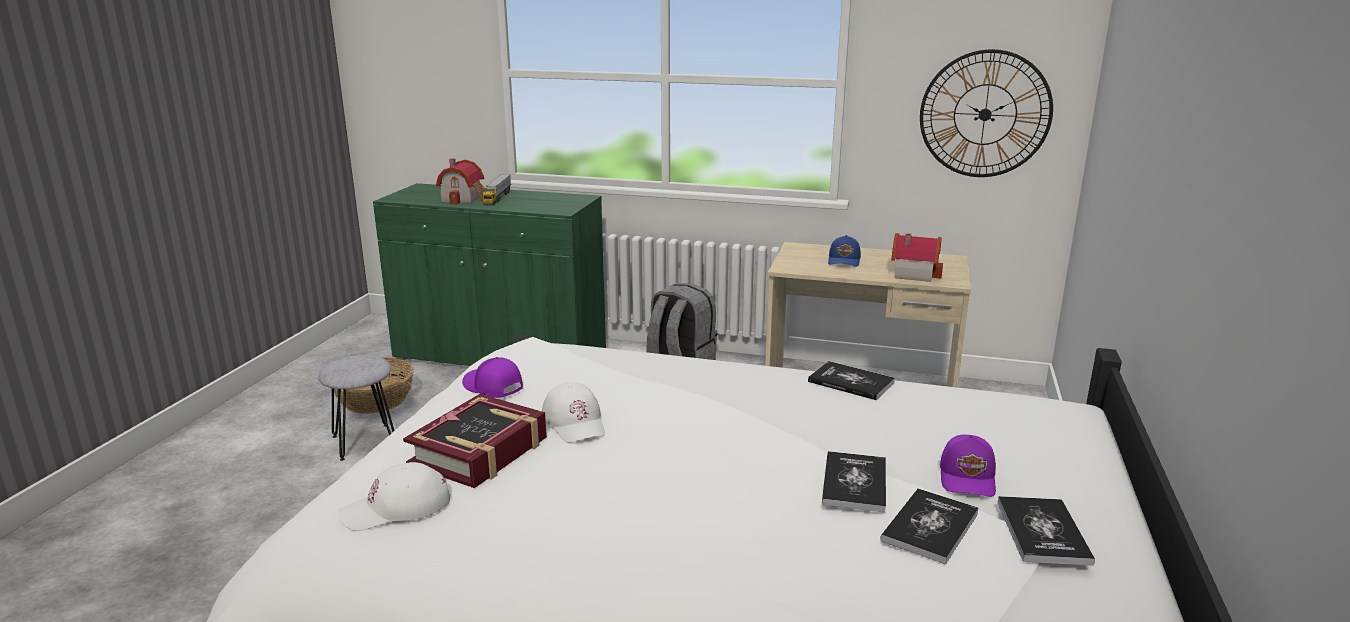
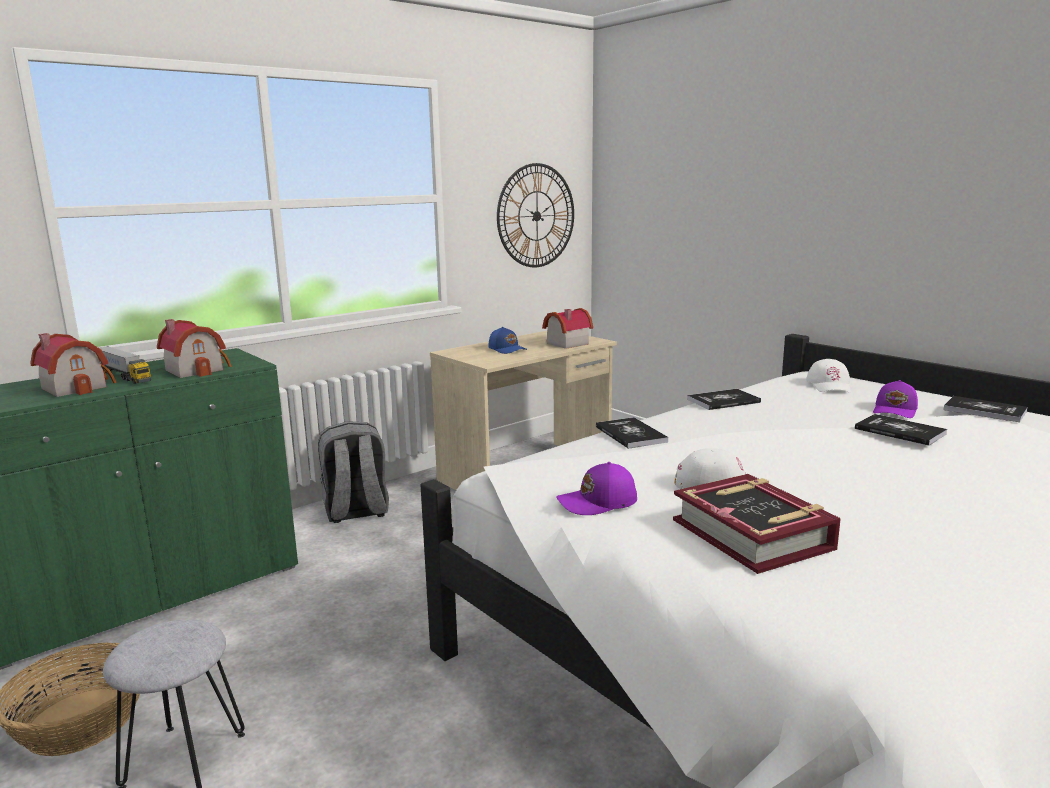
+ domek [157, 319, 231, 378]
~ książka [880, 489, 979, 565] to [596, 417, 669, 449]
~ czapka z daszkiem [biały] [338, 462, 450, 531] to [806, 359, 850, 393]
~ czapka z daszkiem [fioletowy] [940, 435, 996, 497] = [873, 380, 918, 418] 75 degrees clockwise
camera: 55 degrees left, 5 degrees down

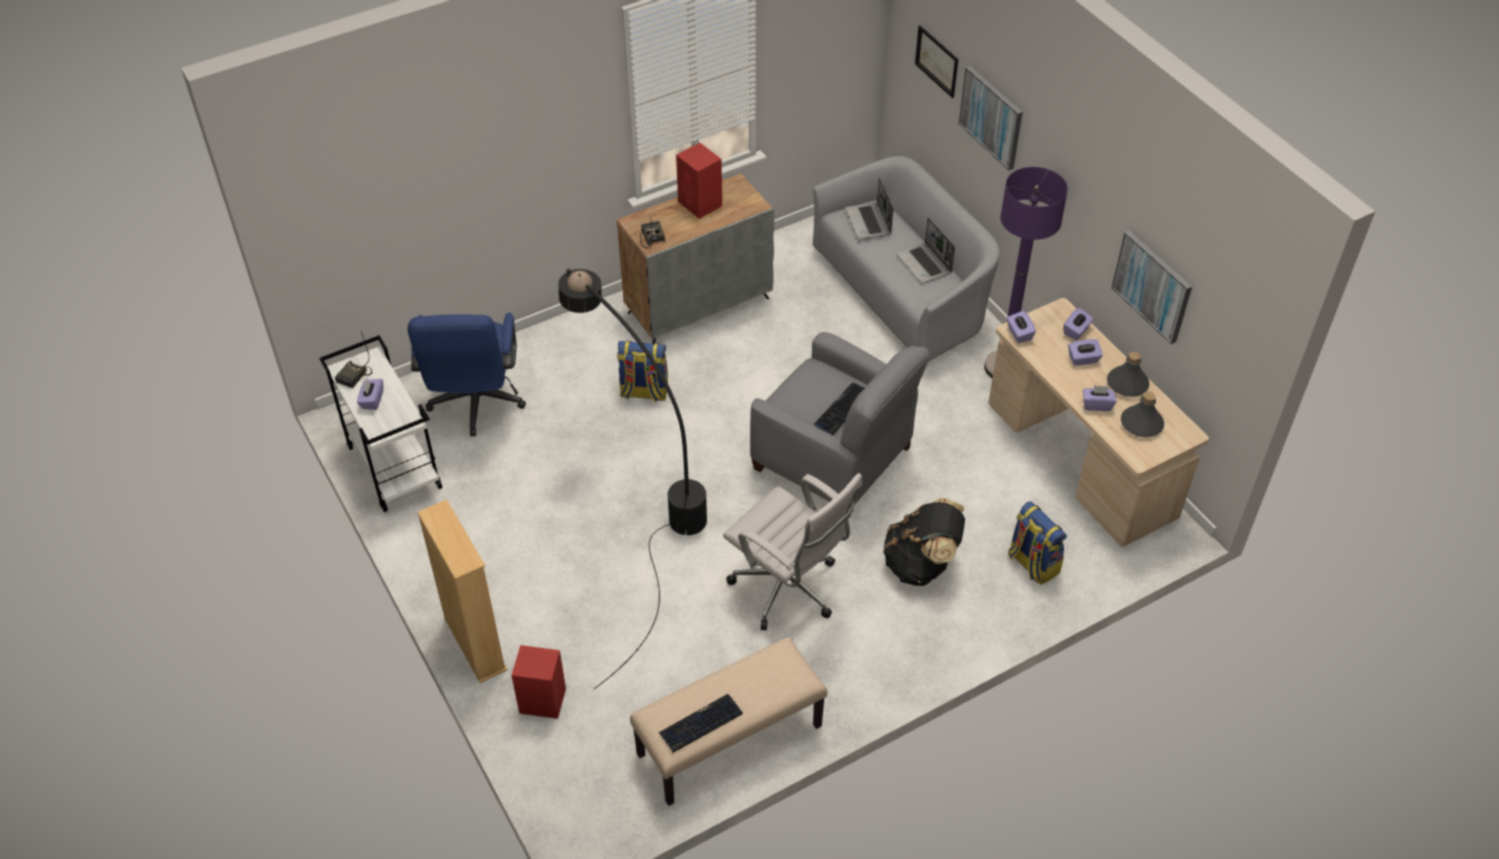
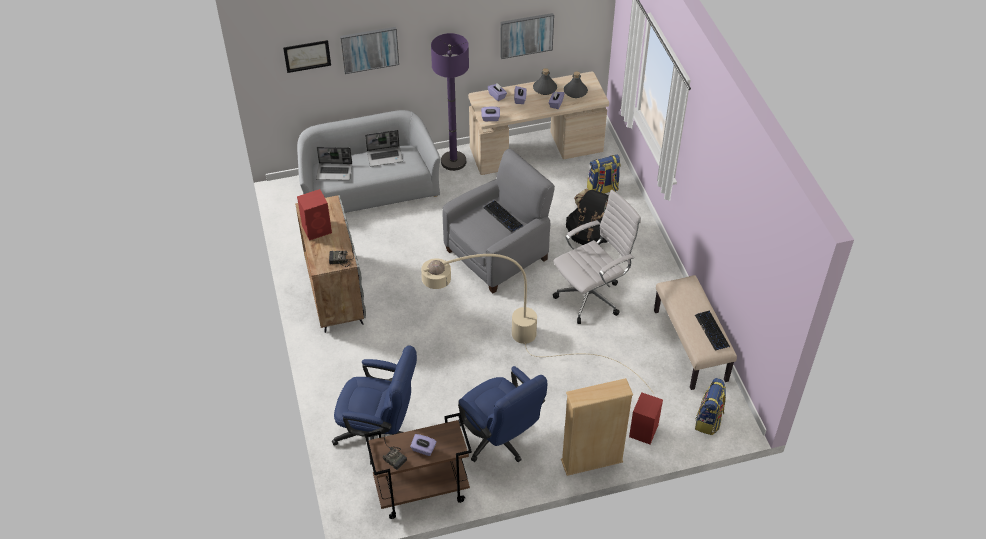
~ wózek [biały] [319, 335, 442, 512] to wózek [brązowy] [365, 413, 472, 519]
~ lampa stojąca [czarny] [558, 268, 707, 689] to lampa stojąca [beżowy] [421, 254, 654, 394]
+ krzesło biurowe [niebieski] [458, 366, 547, 462]
~ plecak [617, 341, 668, 402] to [695, 378, 726, 435]
camera: 75 degrees left, 0 degrees up

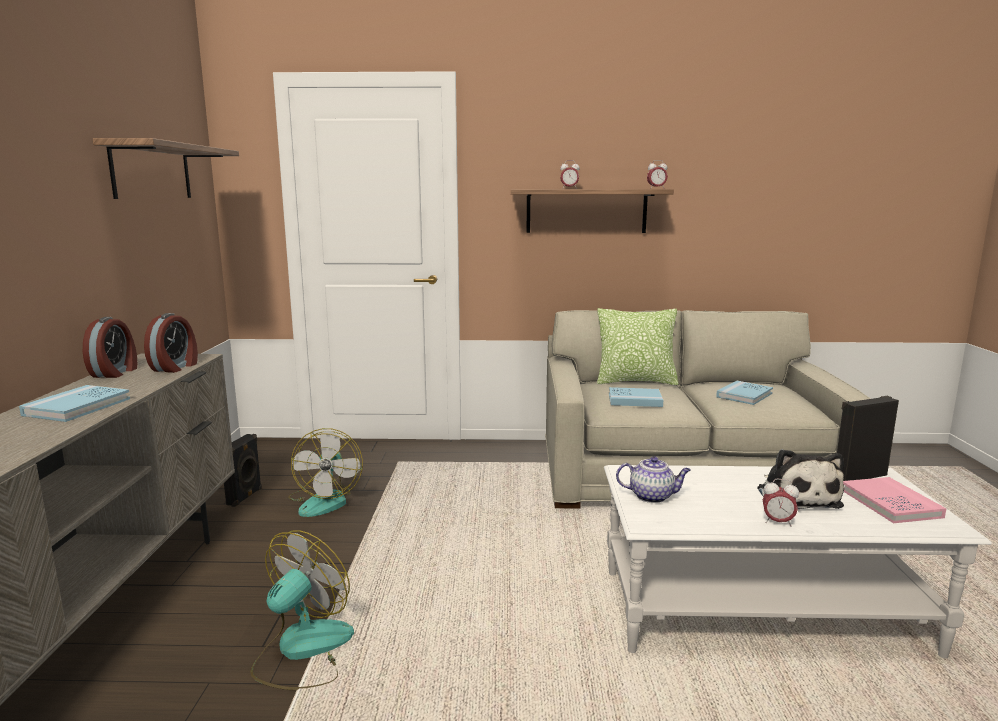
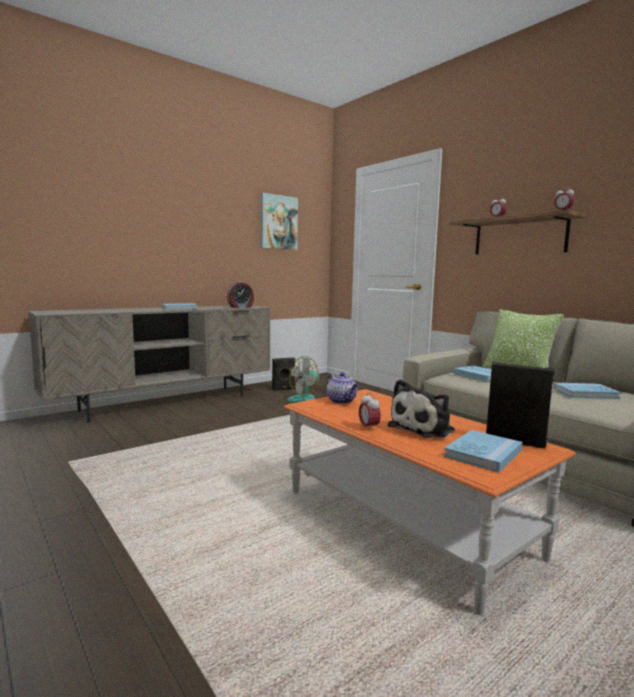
~ półka [93, 138, 239, 199] to obraz [261, 193, 298, 250]
~ ława [biały] [604, 465, 992, 658] to ława [pomarańczowy] [284, 389, 576, 615]
~ książka [różowy] [843, 477, 947, 523] to książka [niebieski] [444, 430, 522, 472]
- budzik [83, 317, 137, 378]
- wentylator [250, 530, 354, 690]
camera: 50 degrees right, 5 degrees down

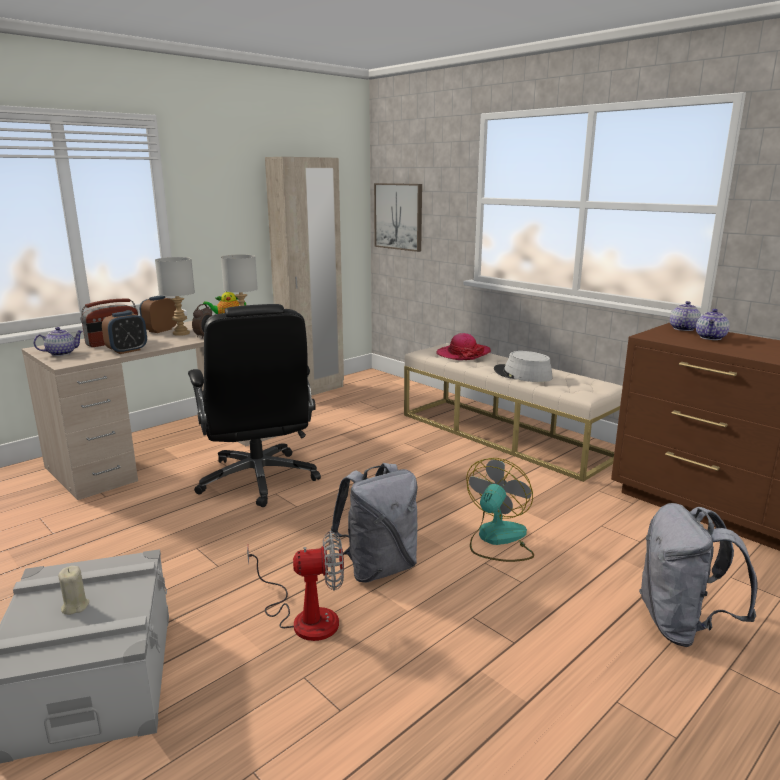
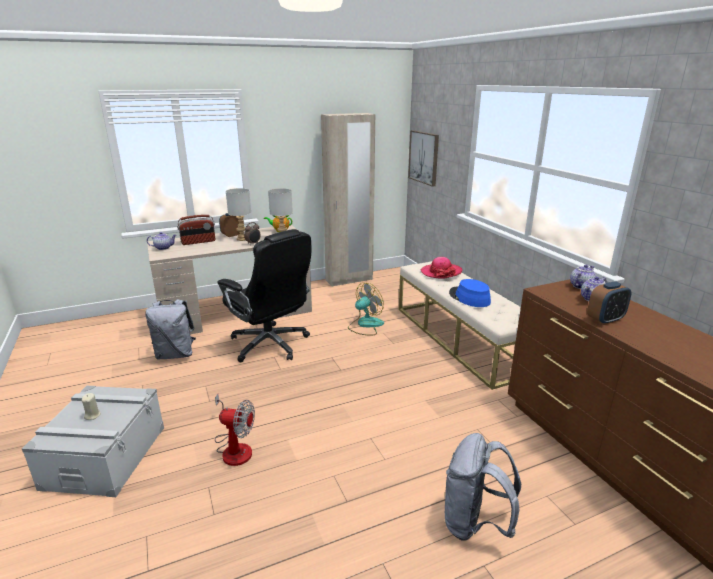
~ plecak [szary] [331, 463, 417, 583] to [145, 299, 196, 359]
~ krzesło biurowe [czarny] [188, 304, 321, 507] = [217, 229, 311, 362] 45 degrees counterclockwise
~ wentylator [466, 458, 534, 562] to [348, 283, 384, 336]
~ kapelusz [szary] [494, 351, 553, 382] to kapelusz [niebieski] [449, 279, 491, 307]
~ budzik [102, 311, 147, 354] to [587, 282, 631, 325]
camera: 20 degrees right, 5 degrees up

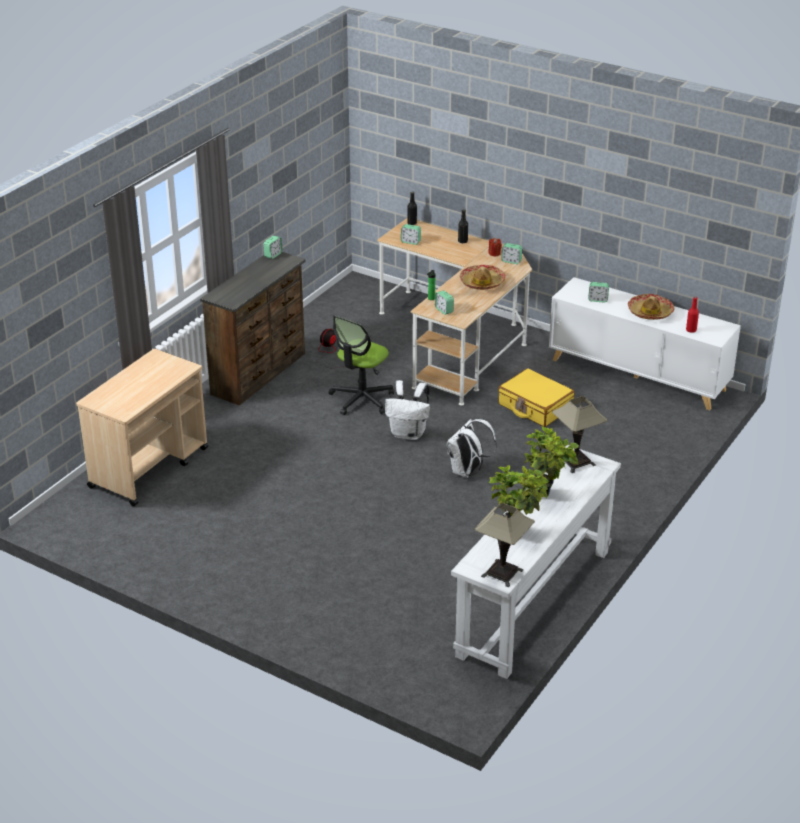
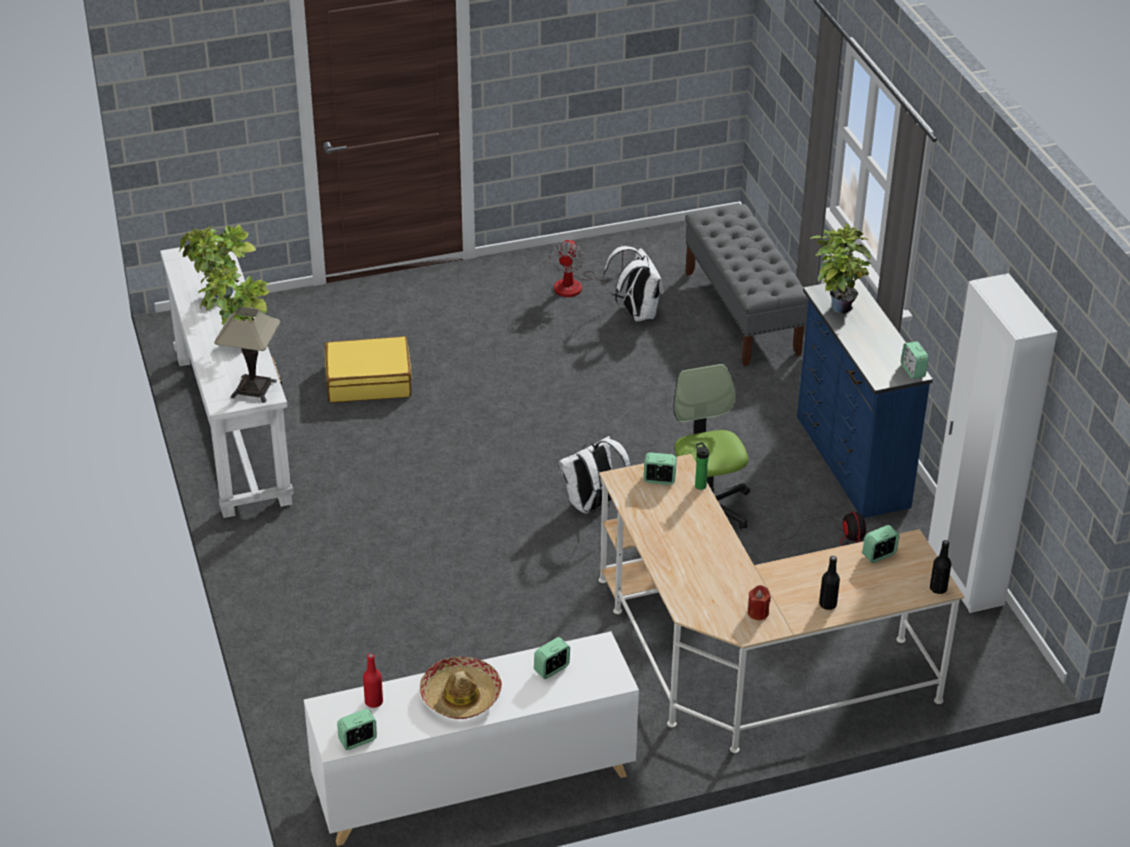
~ walizka [żółty] [498, 368, 575, 427] to [325, 336, 411, 403]
~ budzik [501, 243, 522, 264] to [337, 709, 377, 750]
+ wentylator [549, 239, 627, 297]
~ plecak [biały] [447, 419, 497, 478] to [603, 246, 663, 322]
~ wózek [beżowy] [76, 349, 208, 506] to ławka [szary] [685, 204, 809, 366]
~ komoda [brązowy] [200, 252, 306, 406] to komoda [niebieski] [797, 278, 933, 518]
+ roślina doniczkowa [810, 223, 871, 314]
+ szafa [biały] [928, 273, 1057, 613]
- kapelusz [460, 265, 506, 290]
- lampa stołowa [475, 503, 535, 587]
camera: 130 degrees right, 5 degrees up

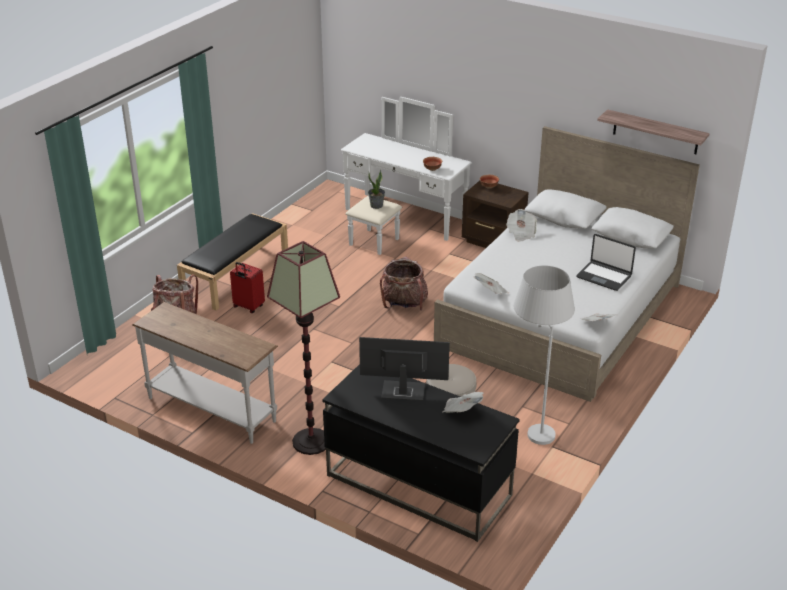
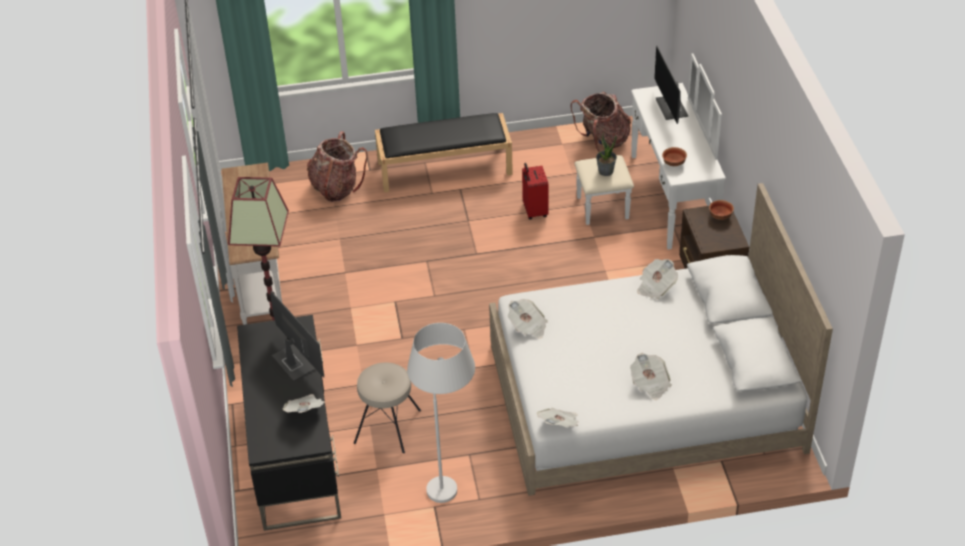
~ walizka [czerwony] [230, 262, 265, 313] to [522, 163, 548, 220]
~ plecak [380, 257, 428, 310] to [571, 92, 631, 152]
~ laptop [576, 234, 636, 291] to gazeta [630, 353, 672, 400]
+ monitor [654, 46, 688, 124]
- półka [597, 109, 710, 154]
camera: 50 degrees right, 10 degrees up

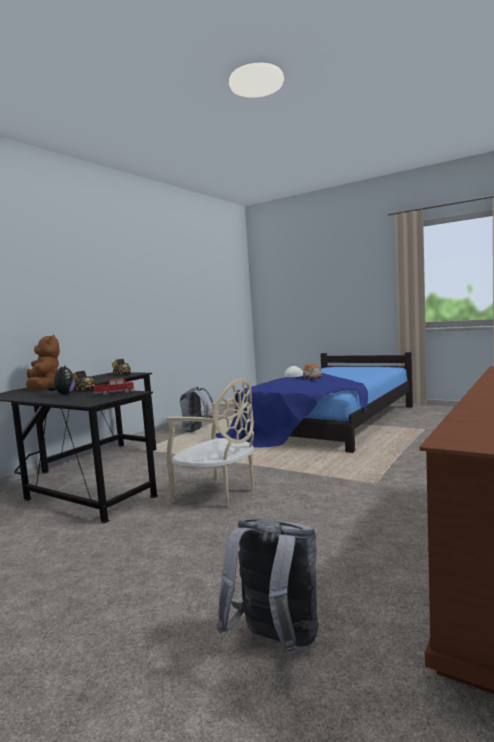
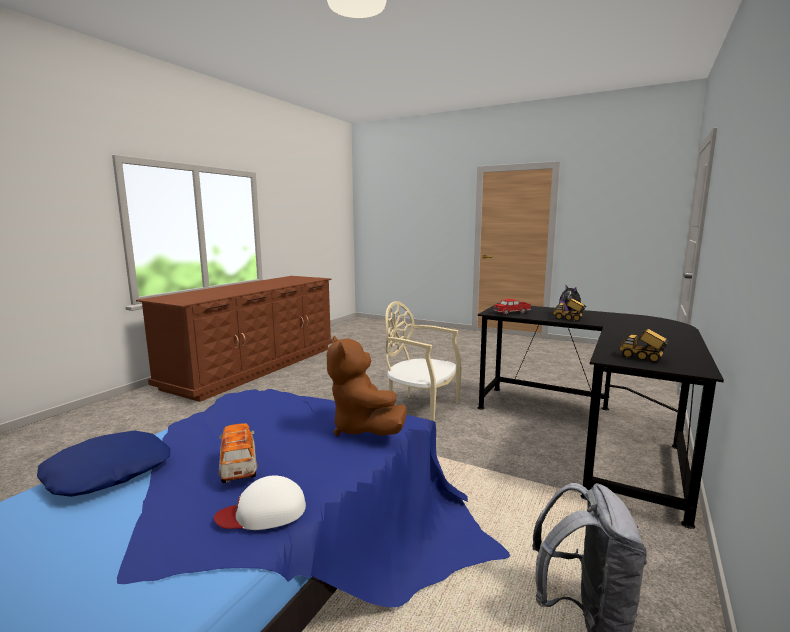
+ poduszka [niebieski] [37, 430, 170, 497]
~ pluszak [brązowy] [26, 334, 60, 390] to [327, 336, 407, 436]
- plecak [szary] [217, 519, 318, 654]
camera: 175 degrees right, 5 degrees up

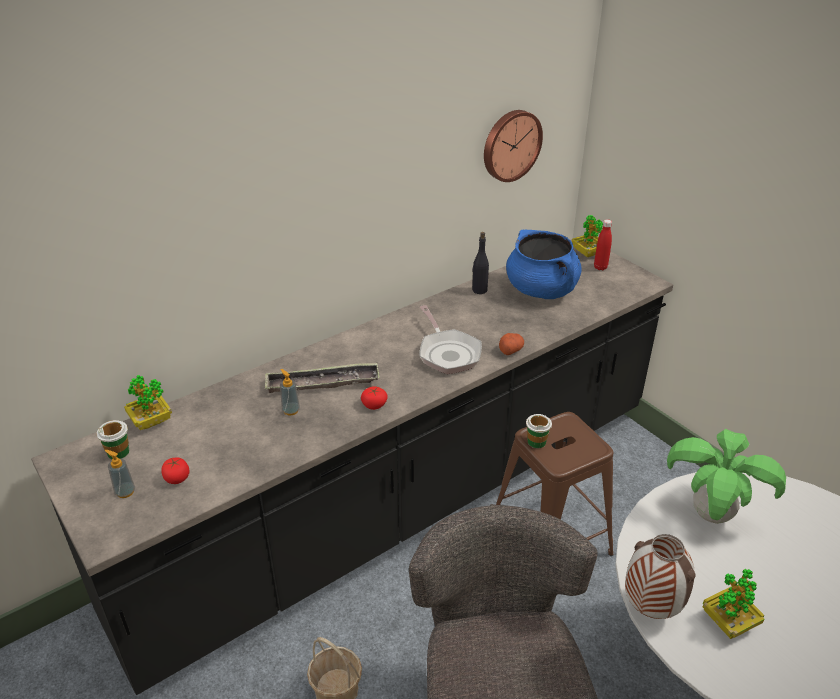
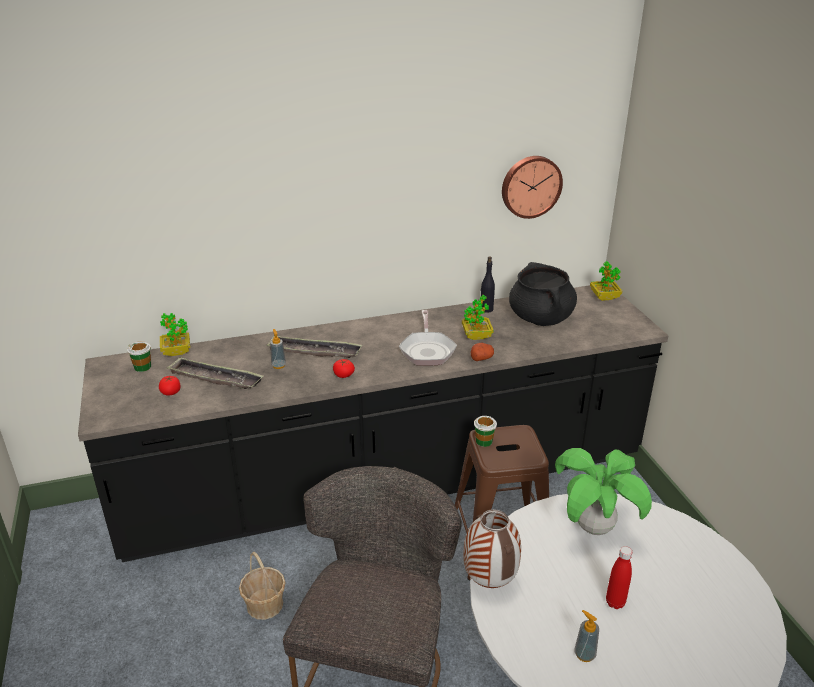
+ taca [167, 358, 263, 389]
~ roślina doniczkowa [703, 569, 764, 639] to [462, 295, 494, 340]
~ garnek [niebieski] [506, 230, 582, 299] to garnek [czarny] [509, 262, 577, 326]
~ dozownik mydła [105, 450, 135, 498] to [574, 610, 599, 662]
~ butelka [czerwony] [594, 219, 612, 270] to [606, 546, 632, 609]
camera: 20 degrees right, 5 degrees down

